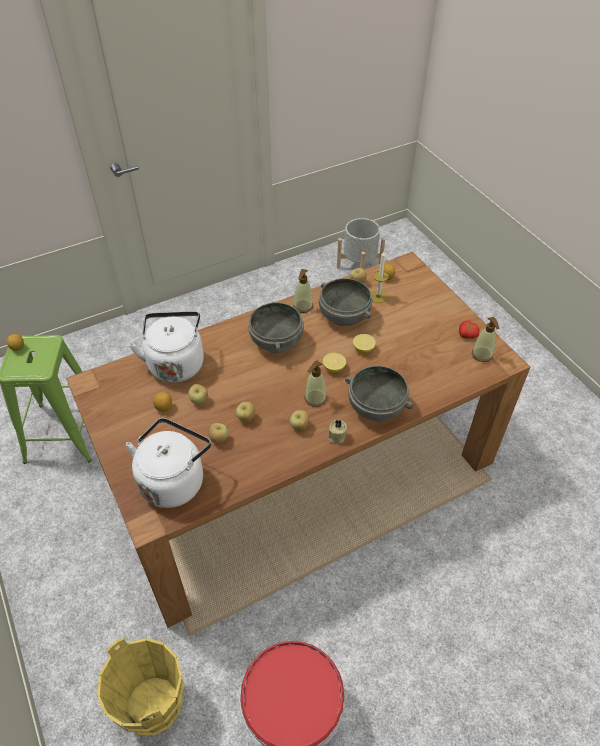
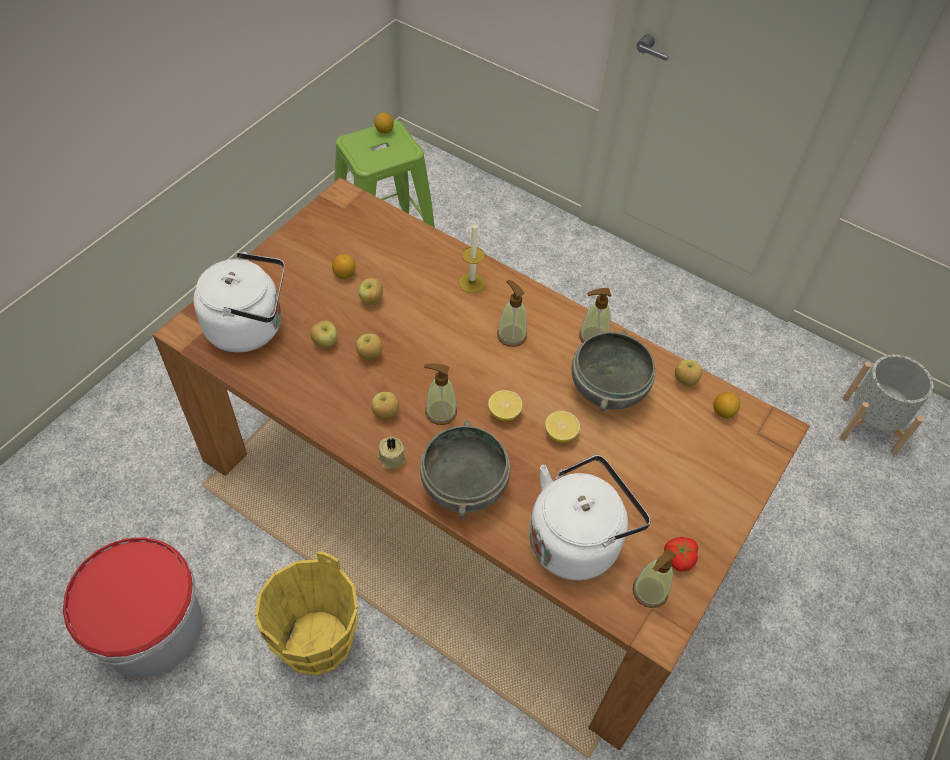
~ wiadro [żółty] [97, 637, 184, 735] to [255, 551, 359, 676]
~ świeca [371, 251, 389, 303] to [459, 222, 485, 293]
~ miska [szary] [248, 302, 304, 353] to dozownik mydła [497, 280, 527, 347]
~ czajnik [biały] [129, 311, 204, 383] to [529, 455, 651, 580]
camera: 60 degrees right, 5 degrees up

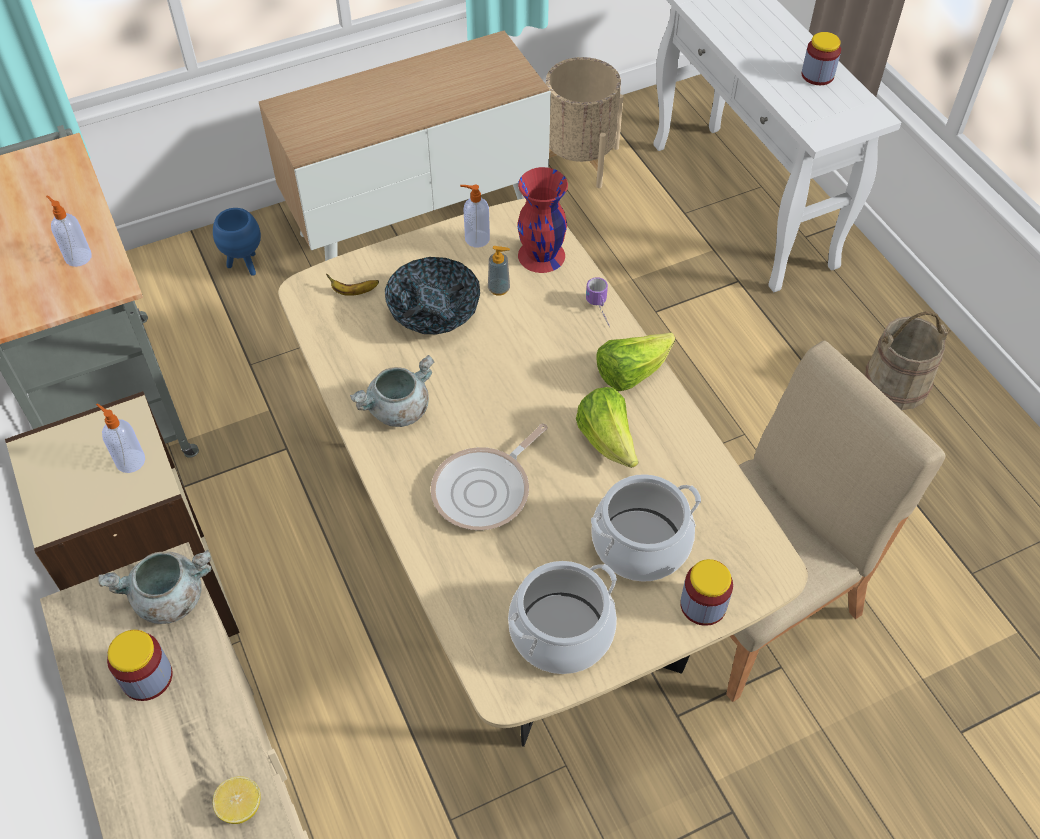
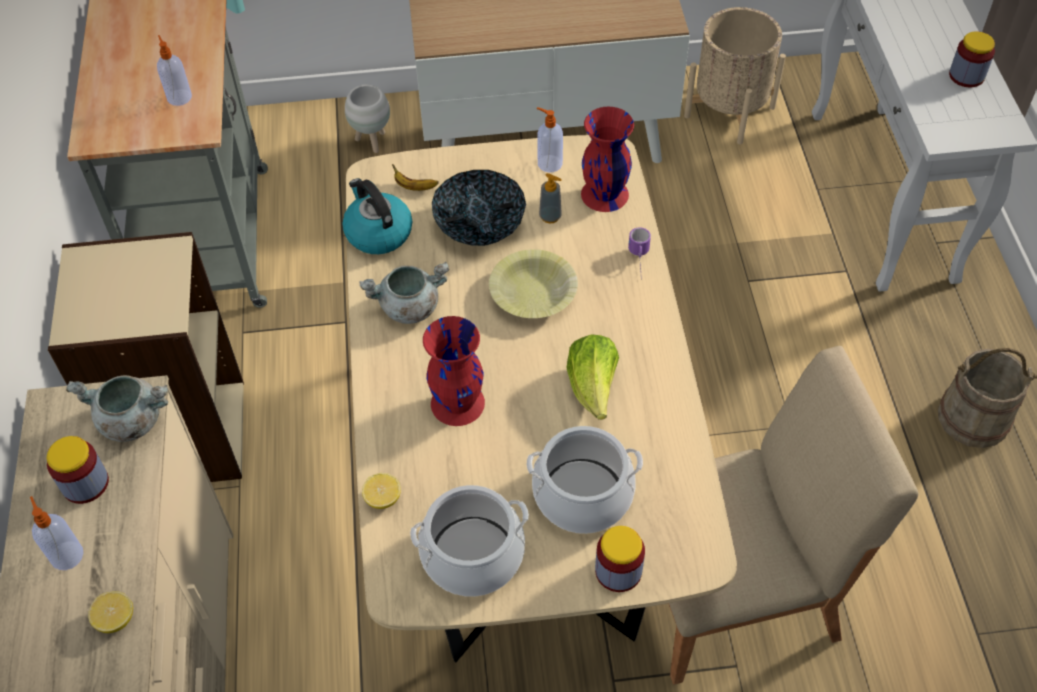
~ dozownik mydła [96, 403, 145, 473] to [30, 496, 83, 570]
+ czajnik [342, 178, 412, 254]
~ donica [niebieski] [213, 208, 261, 276] to donica [biały] [345, 84, 390, 153]
+ cytryna [362, 473, 401, 509]
~ patelnia [431, 424, 548, 530] to wazon [czerwony] [423, 316, 485, 426]
+ miska [żółty] [489, 249, 578, 318]
- sałata [596, 333, 675, 392]
camera: 20 degrees right, 0 degrees up

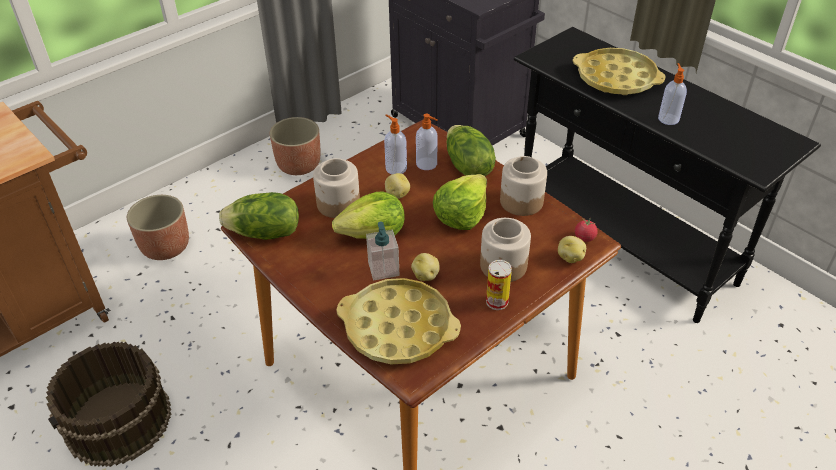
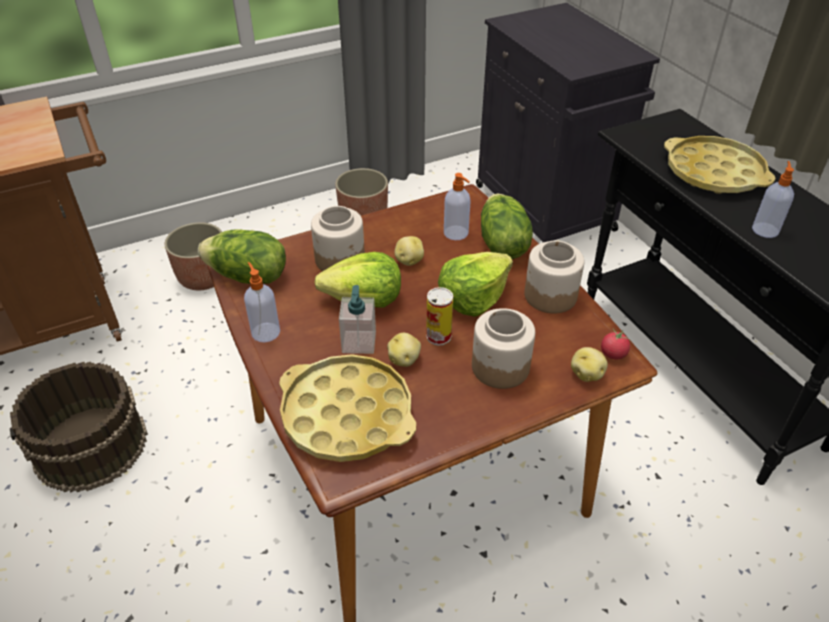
~ dozownik mydła [384, 114, 407, 174] to [244, 262, 280, 342]
~ puszka [486, 260, 512, 310] to [426, 287, 453, 346]
camera: 15 degrees right, 0 degrees up

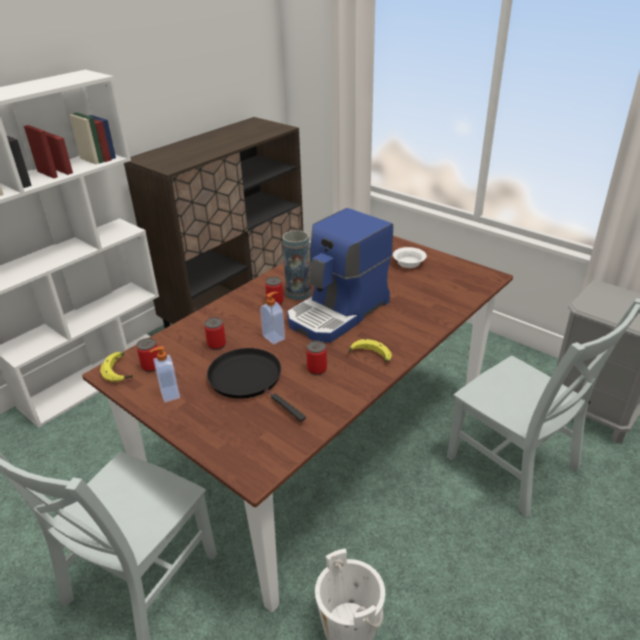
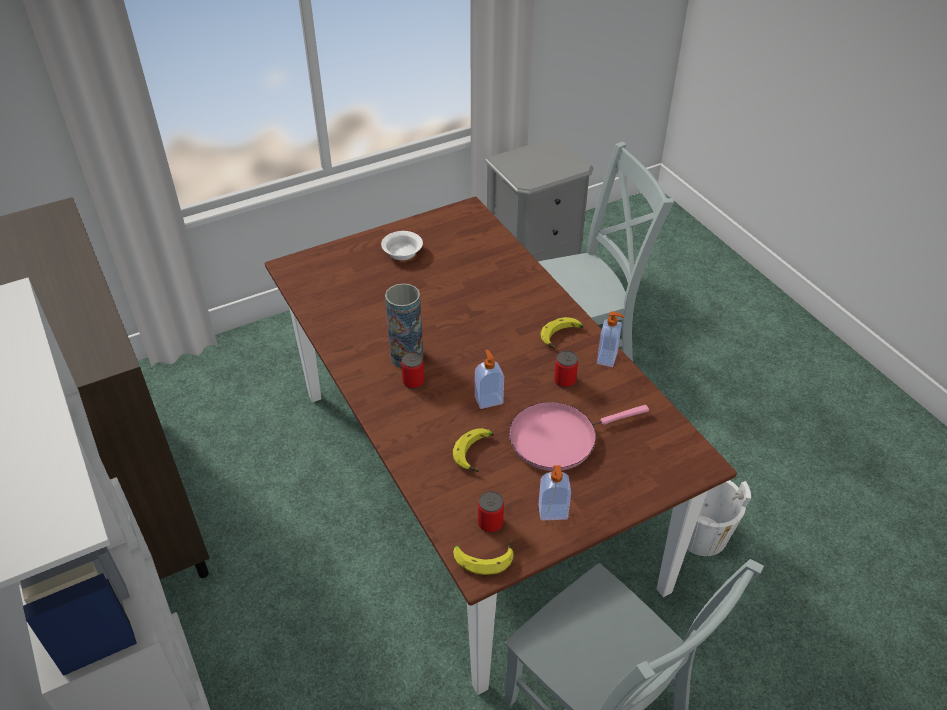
~ puszka [204, 317, 226, 350] to banan [453, 428, 493, 472]
~ patelnia [czarny] [207, 348, 306, 422] to patelnia [różowy] [509, 402, 649, 471]
+ dozownik mydła [597, 312, 624, 367]
- ekspres do kawy [287, 208, 393, 343]
camera: 70 degrees left, 10 degrees up

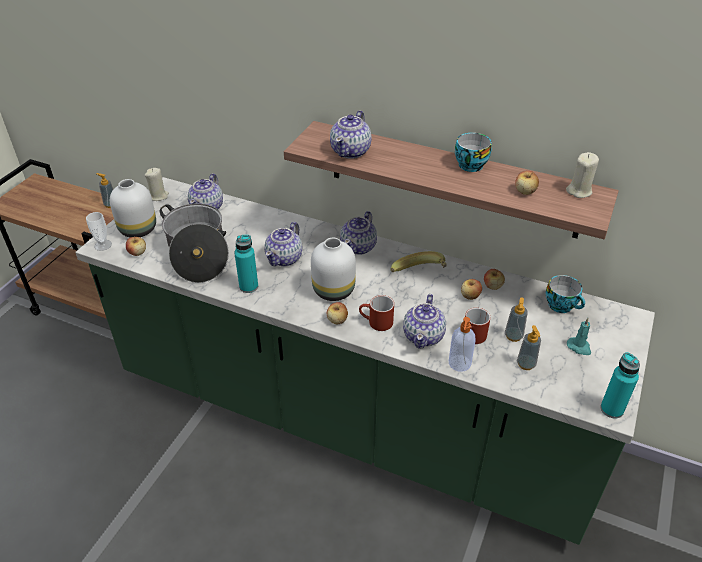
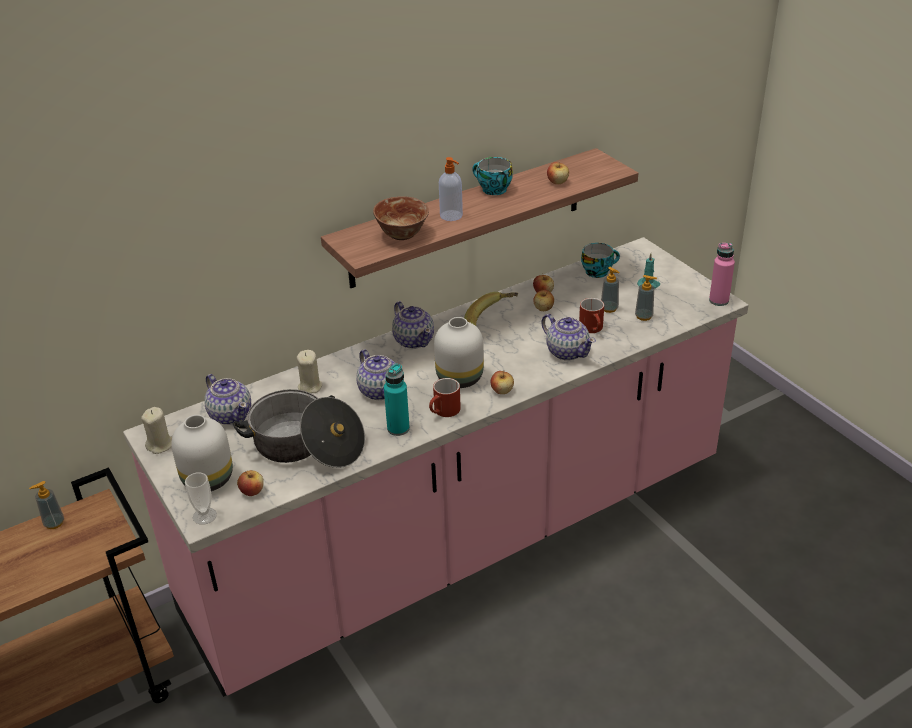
~ zabudowa kuchenna [zielony] [75, 177, 655, 545] to zabudowa kuchenna [różowy] [123, 237, 749, 697]
~ świeca [beżowy] [566, 152, 599, 198] to [297, 350, 322, 393]
~ imbryk [330, 110, 372, 159] to miska [373, 196, 429, 240]
~ kubek [czerwony] [359, 295, 394, 331] to [429, 378, 461, 417]
~ dozownik mydła [449, 317, 476, 372] to [439, 157, 463, 221]
~ butelka [turkusowy] [601, 352, 640, 418] to butelka [różowy] [709, 243, 735, 306]
camera: 55 degrees left, 5 degrees down

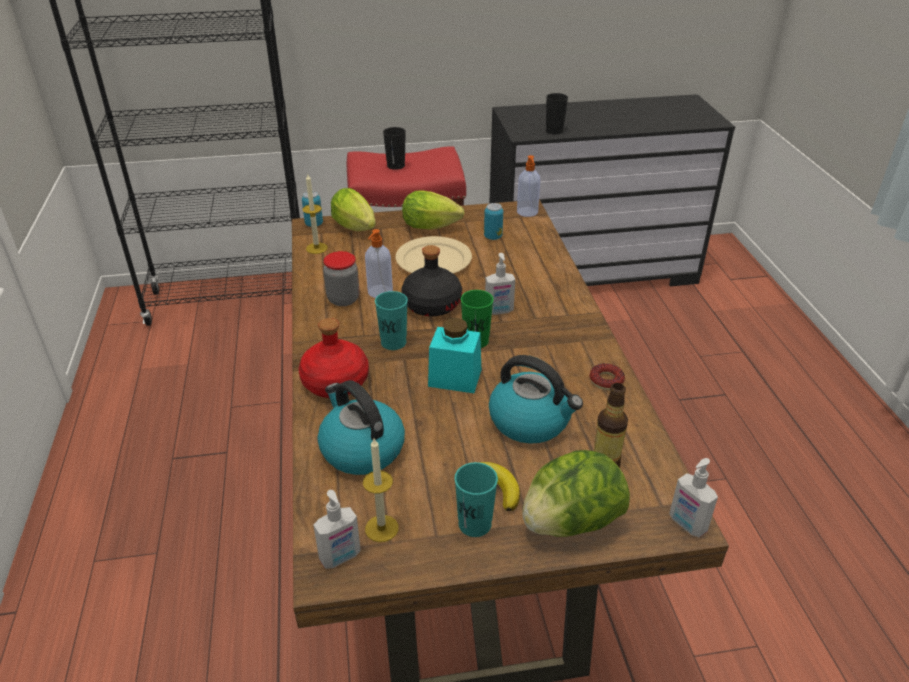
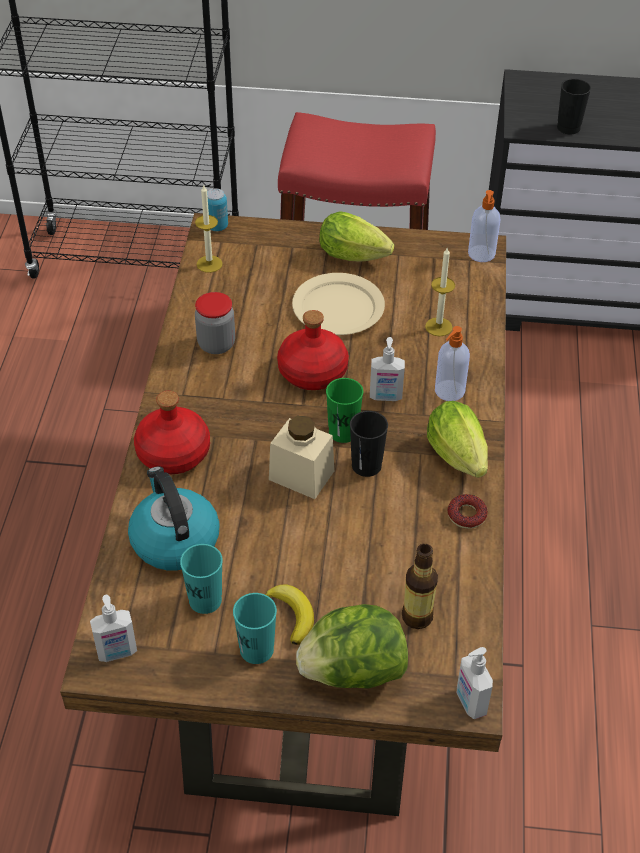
~ filiżanka [turkusowy] [375, 291, 408, 350] to [180, 544, 223, 614]
~ słoik [turkusowy] [428, 318, 481, 393] to słoik [beżowy] [269, 416, 334, 499]
~ butelka [czarny] [401, 245, 462, 316] to butelka [czerwony] [277, 310, 349, 390]
~ filiżanka [czarny] [383, 127, 406, 170] to [350, 411, 388, 477]
~ świeca [363, 439, 399, 542] to [425, 248, 455, 336]
~ sałata [331, 188, 376, 231] to [427, 401, 488, 478]
~ dozownik mydła [365, 229, 393, 298] to [435, 326, 470, 401]
- puszka [484, 203, 503, 240]
- czajnik [489, 355, 583, 444]
camera: 15 degrees right, 10 degrees up

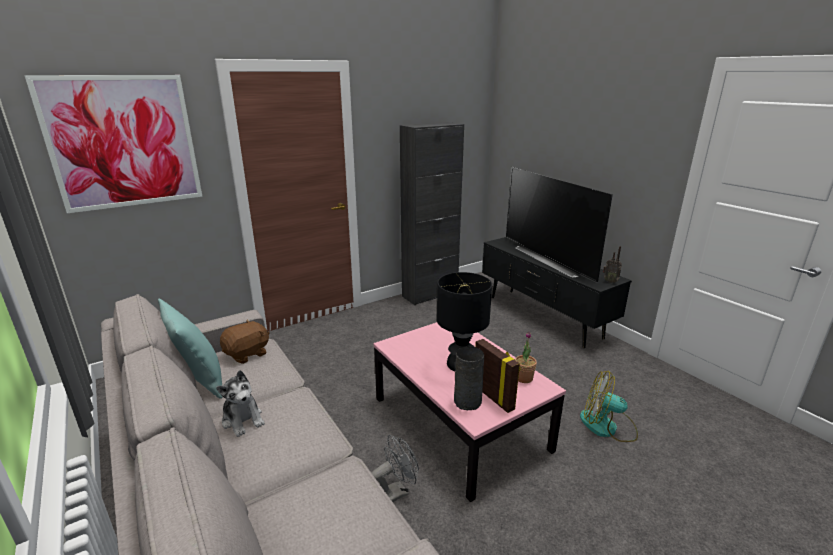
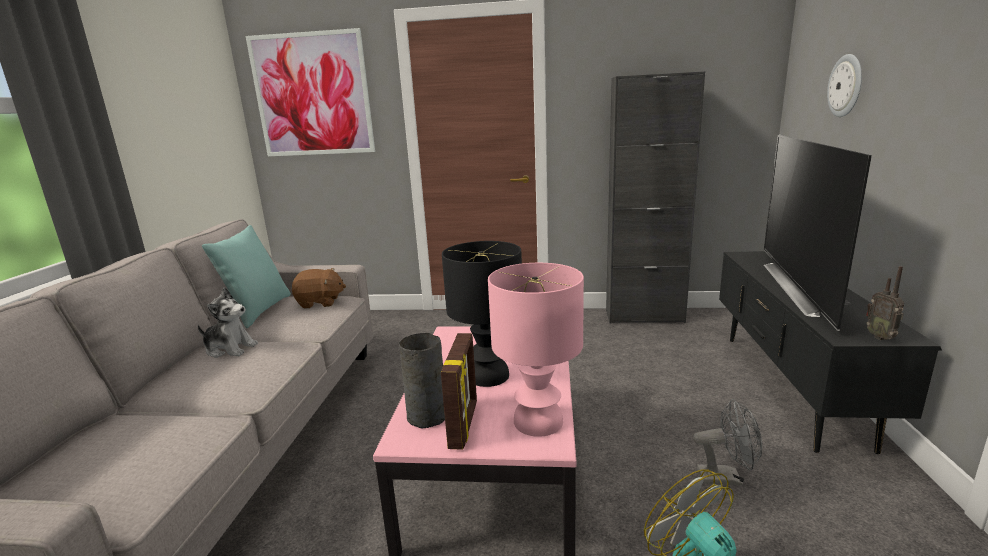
~ pluszak [216, 370, 265, 437] = [198, 287, 258, 358] 75 degrees counterclockwise
~ roślina doniczkowa [515, 332, 537, 383] to lampa stołowa [różowy] [488, 263, 584, 437]
~ wentylator [szary] [371, 435, 419, 502] to [693, 399, 762, 486]
+ zegar ścienny [827, 54, 862, 117]
camera: 40 degrees right, 5 degrees down

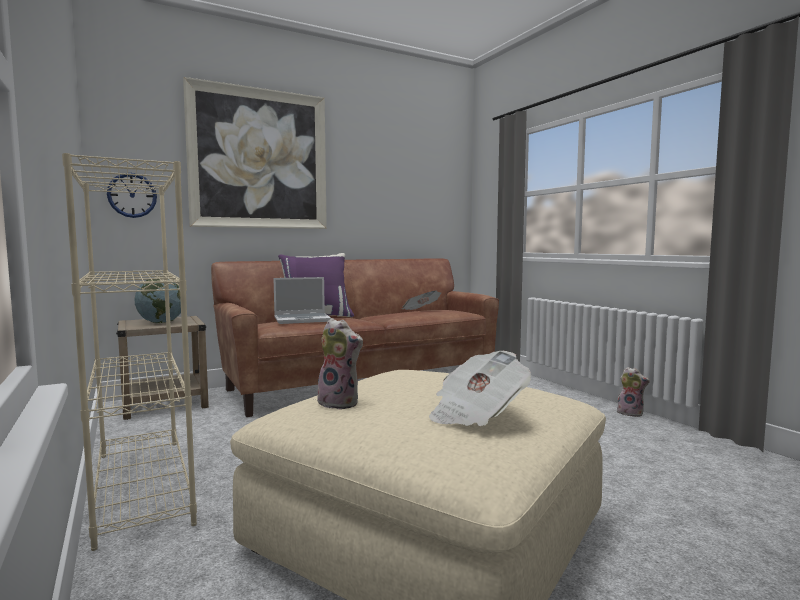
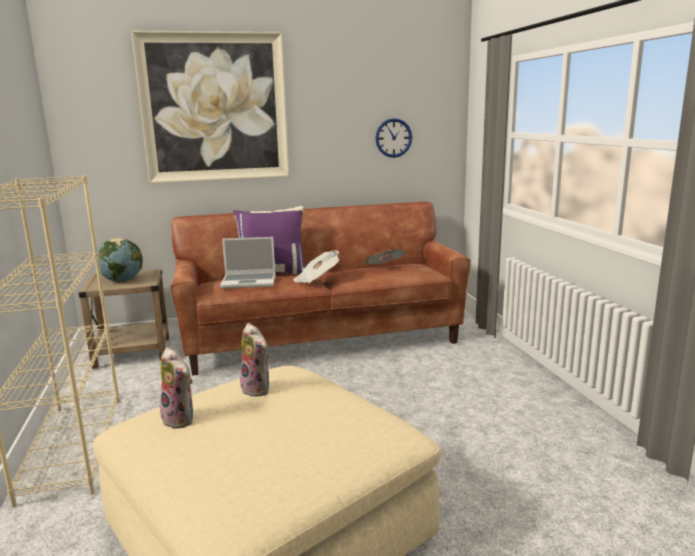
~ pluszak [617, 367, 650, 417] to [240, 323, 269, 397]
~ gazeta [429, 351, 531, 426] to [293, 250, 339, 283]
~ zegar ścienny [107, 173, 157, 218] to [375, 118, 412, 158]
camera: 15 degrees right, 10 degrees up

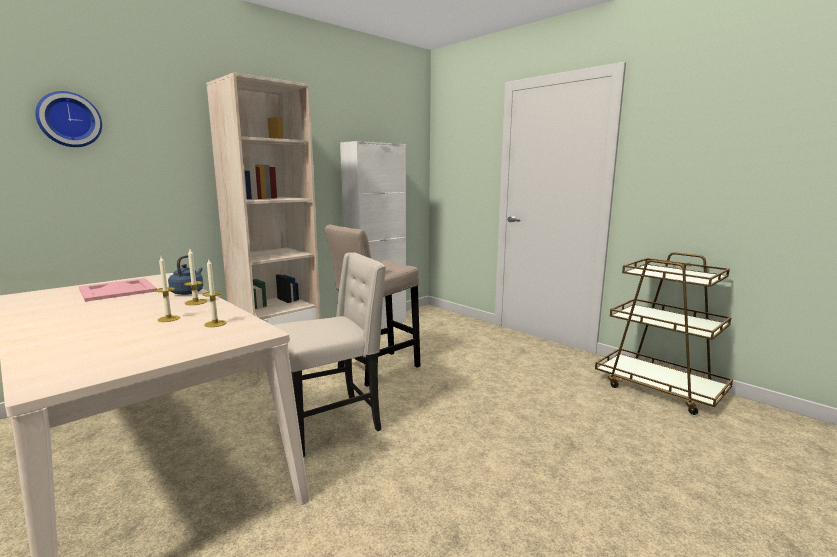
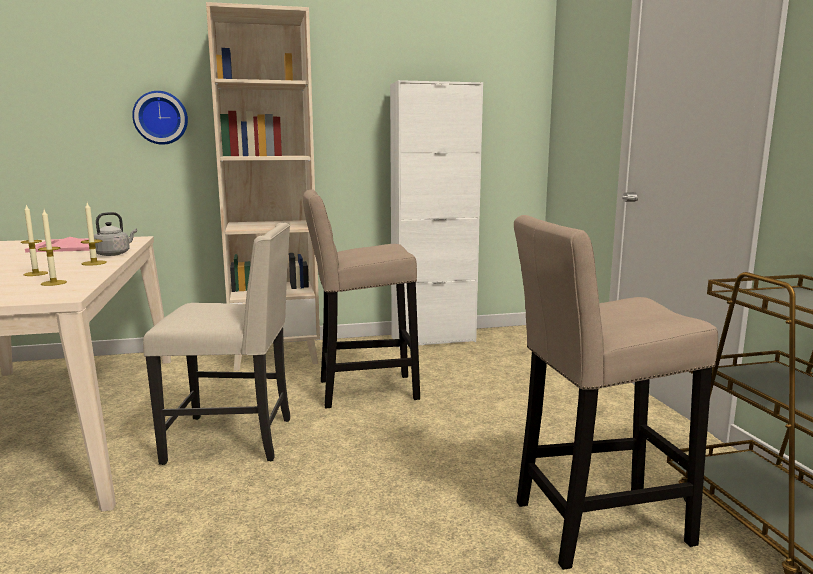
~ czajnik [niebieski] [168, 255, 203, 295] to czajnik [szary] [94, 212, 137, 256]
~ zegar ścienny [35, 91, 102, 147] to [132, 91, 188, 145]
+ stołek [beżowy] [514, 215, 718, 570]
camera: 30 degrees right, 0 degrees up

